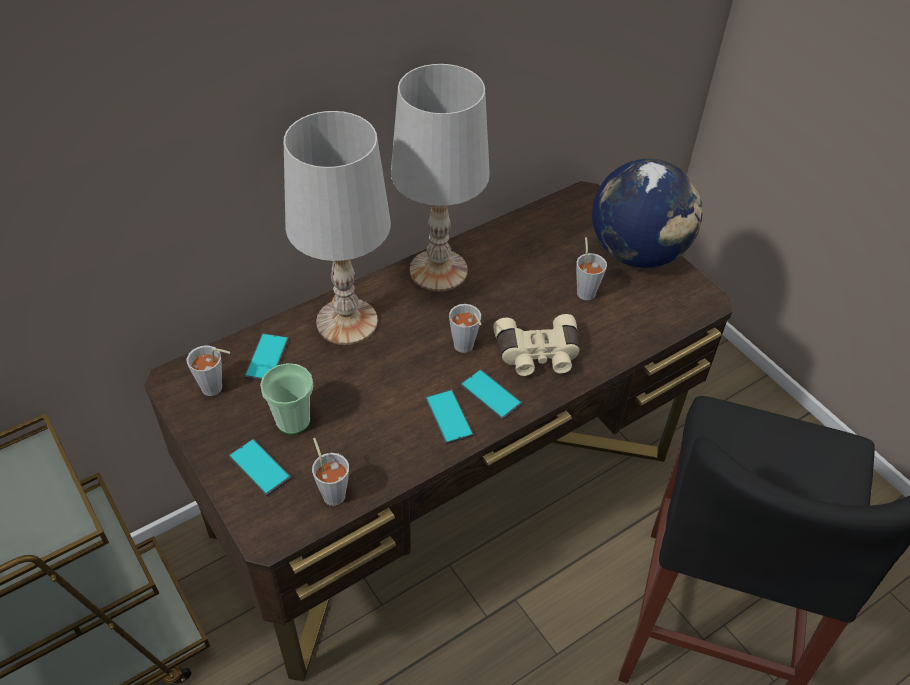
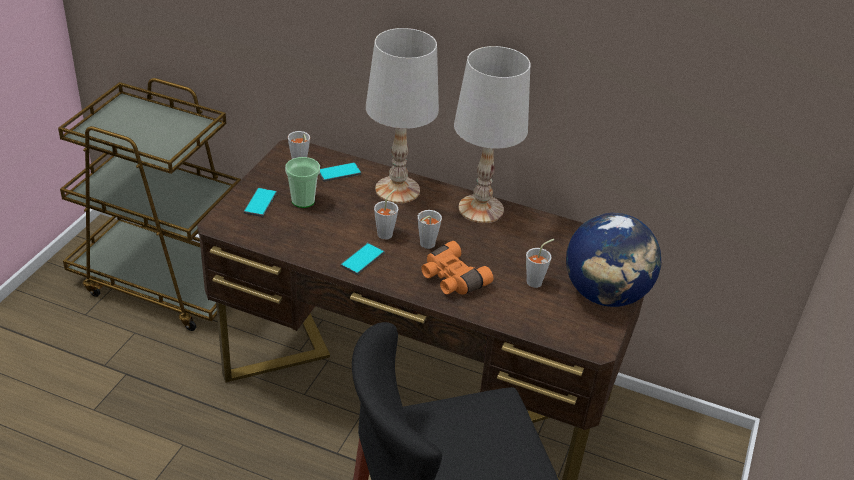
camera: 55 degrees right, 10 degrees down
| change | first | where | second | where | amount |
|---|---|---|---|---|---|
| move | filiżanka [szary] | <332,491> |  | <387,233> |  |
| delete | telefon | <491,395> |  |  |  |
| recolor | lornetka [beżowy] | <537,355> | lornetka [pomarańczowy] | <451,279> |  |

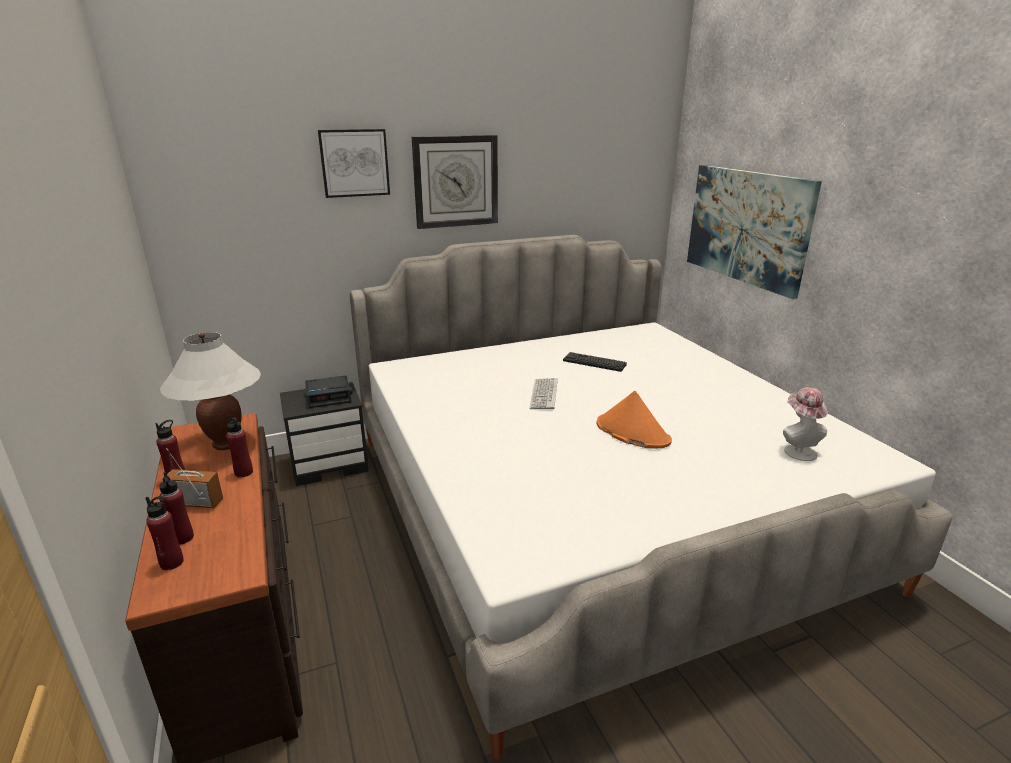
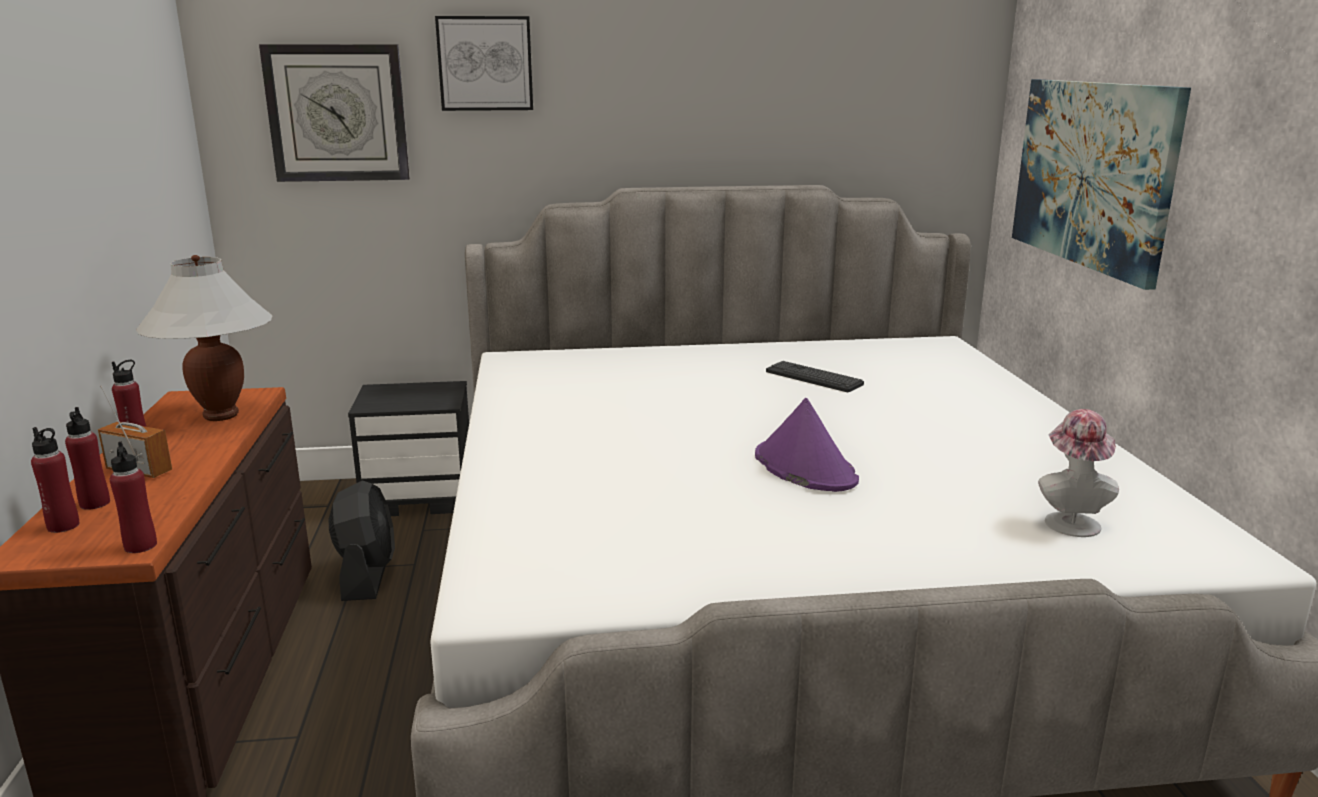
camera: 15 degrees right, 5 degrees down
| change | first | where | second | where | amount |
|---|---|---|---|---|---|
| move | butelka [czerwony] | <244,472> |  | <140,546> |  |
| delete | budzik | <329,396> |  |  |  |
| move | zegar ścienny | <456,181> |  | <337,113> |  |
| delete | klawiatura | <544,394> |  |  |  |
| recolor | kapelusz [pomarańczowy] | <632,432> | kapelusz [fioletowy] | <804,468> |  |
| insert |  |  | wentylator [czarny] | <367,575> |  |

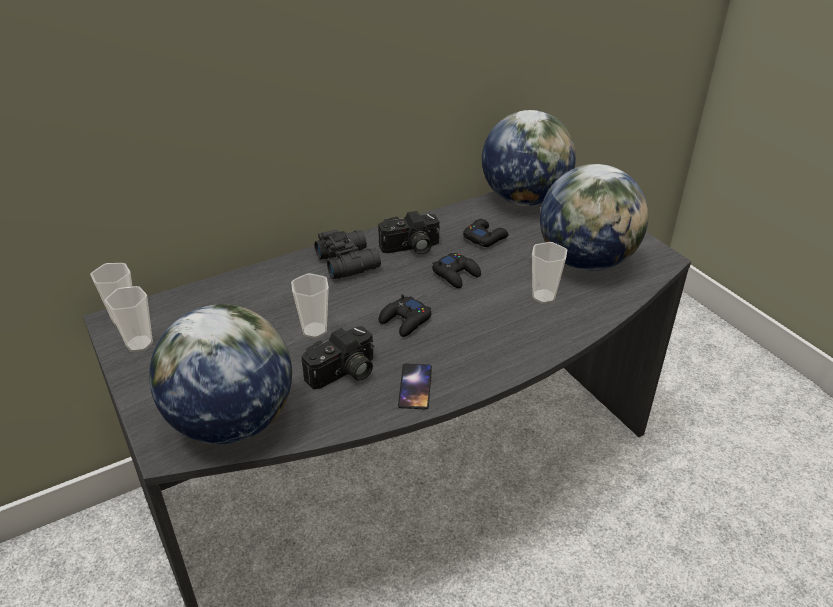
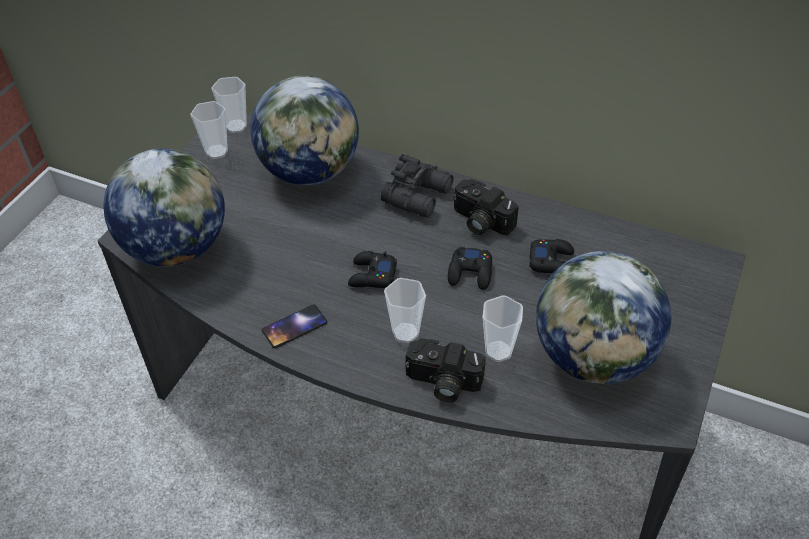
camera: 55 degrees right, 10 degrees up
| change | first | where | second | where | amount |
|---|---|---|---|---|---|
| move | filiżanka | <314,330> |  | <405,333> |  |
| move | aparat fotograficzny | <344,373> |  | <442,383> |  |
| move | globus | <524,199> |  | <310,171> |  |

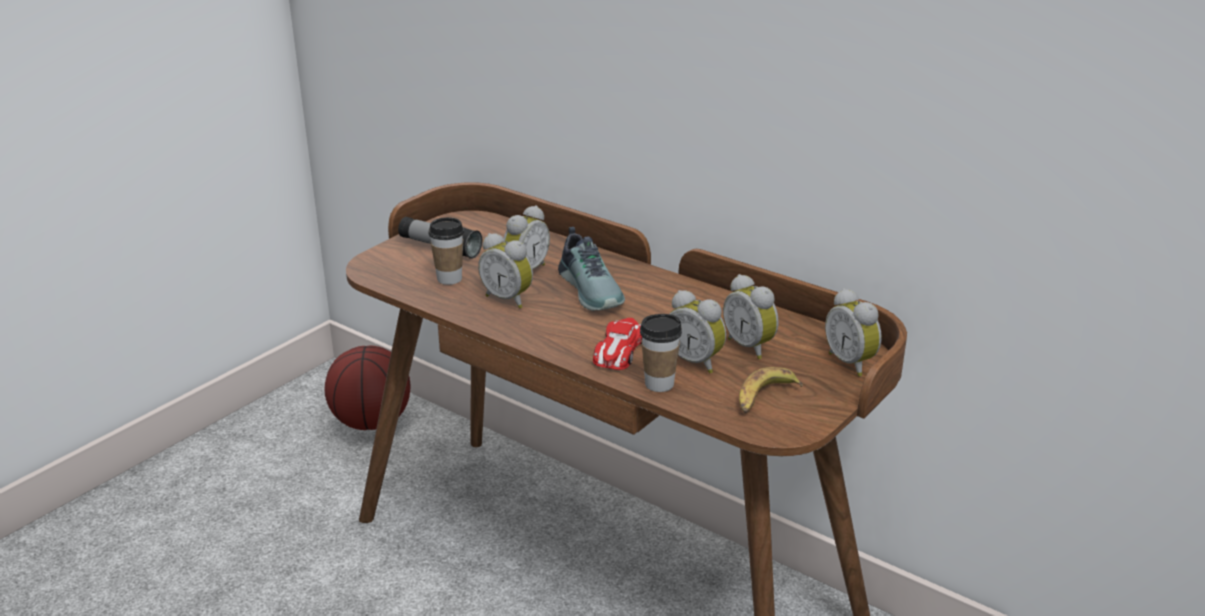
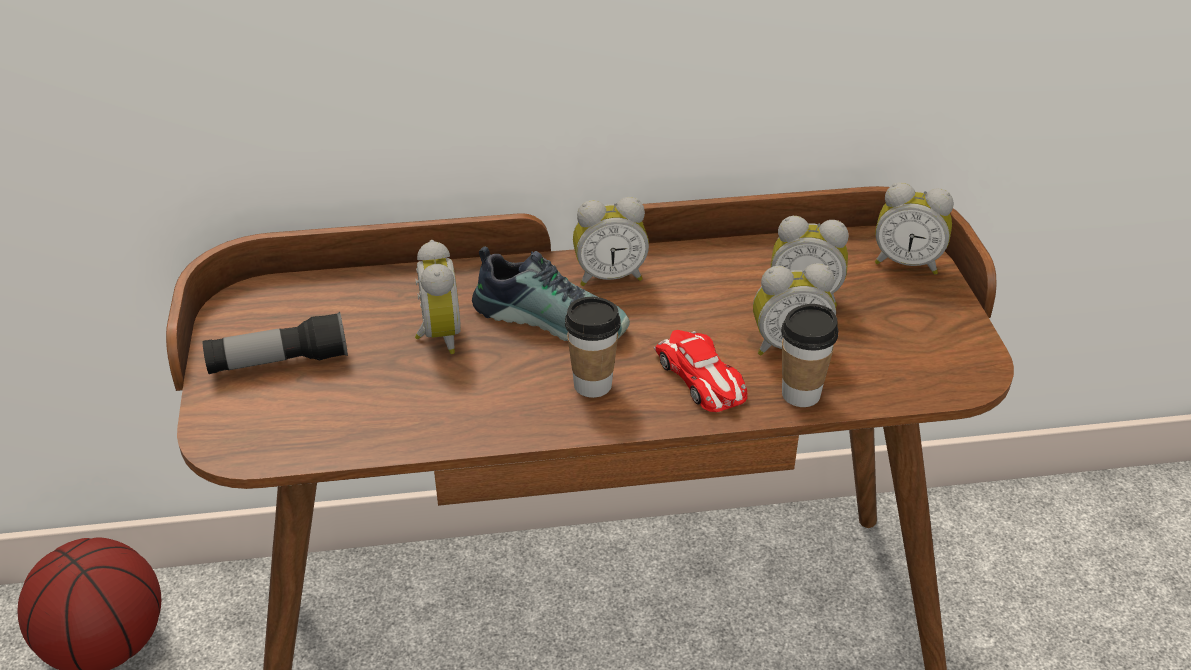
camera: 45 degrees left, 10 degrees up
| change | first | where | second | where | amount |
|---|---|---|---|---|---|
| move | filiżanka | <449,279> |  | <592,385> |  |
| move | budzik | <509,299> |  | <609,276> |  |
| delete | banan | <764,398> |  |  |  |

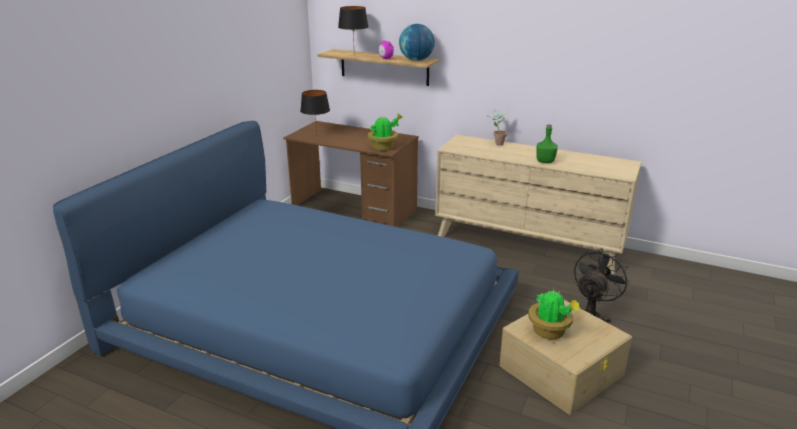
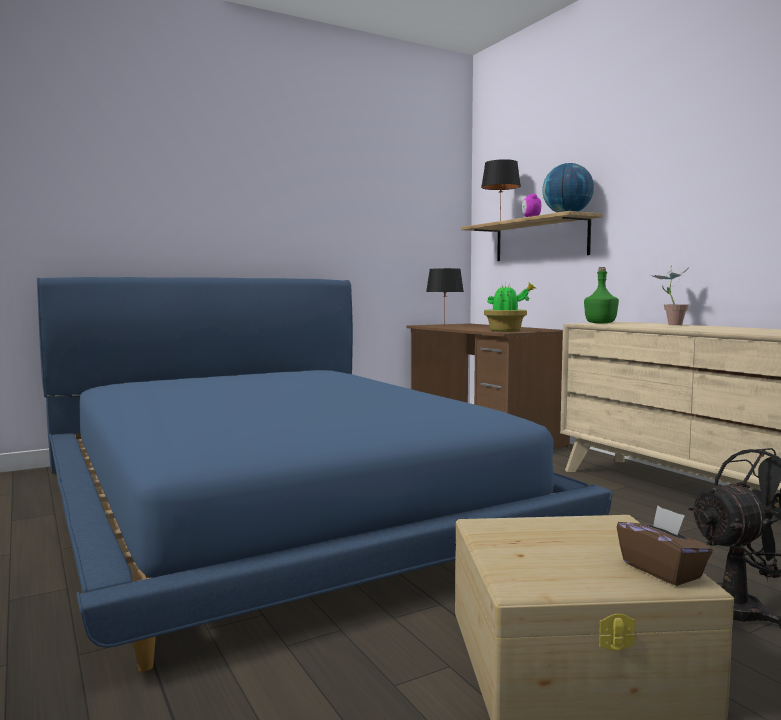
camera: 35 degrees right, 20 degrees down
| change | first | where | second | where | amount |
|---|---|---|---|---|---|
| delete | roślina doniczkowa | <550,332> |  |  |  |
| move | butelka [zielony] | <545,161> |  | <600,323> |  |
| insert |  |  | pudełko chusteczek [brązowy] | <662,570> |  |

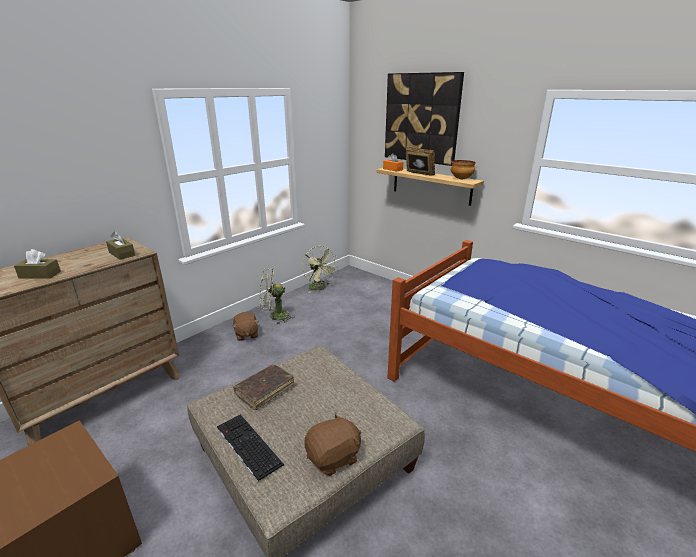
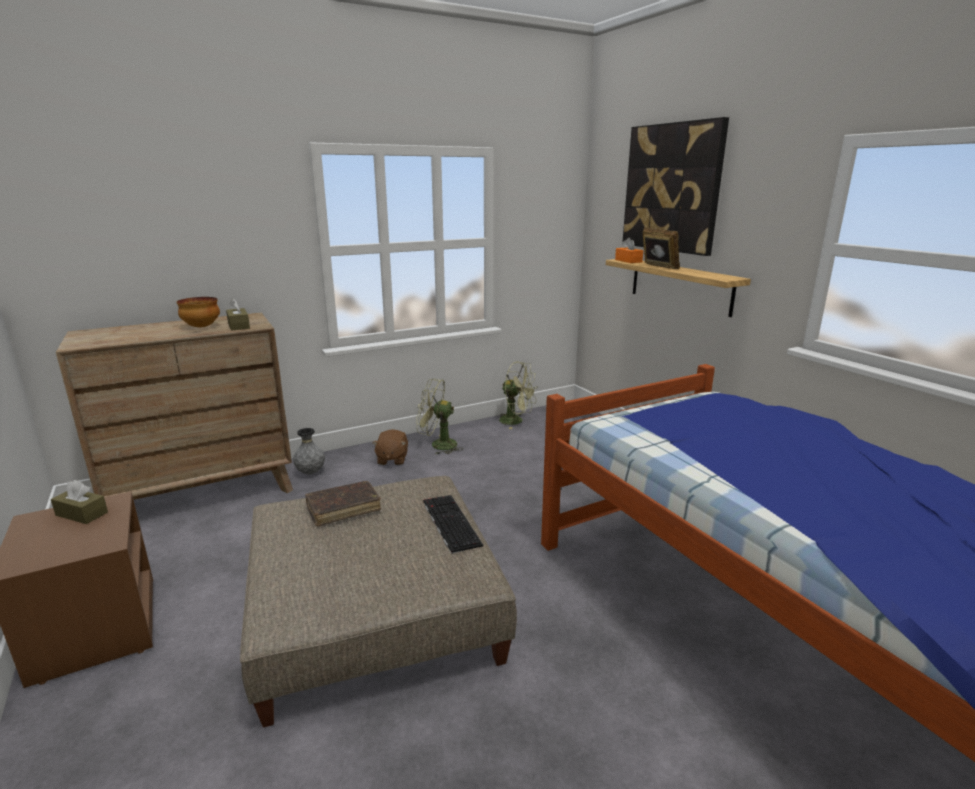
camera: 20 degrees right, 5 degrees down
| change | first | where | second | where | amount |
|---|---|---|---|---|---|
| move | pudełko chusteczek [brązowy] | <40,275> |  | <82,514> |  |
| move | klawiatura | <247,445> |  | <449,522> |  |
| rotate | wentylator [zielony] | <320,288> |  | <516,421> | 45 degrees counterclockwise |
| delete | pluszak [brązowy] | <334,457> |  |  |  |
| move | miska | <461,179> |  | <201,327> |  |
| insert |  |  | wazon [szary] | <310,473> |  |

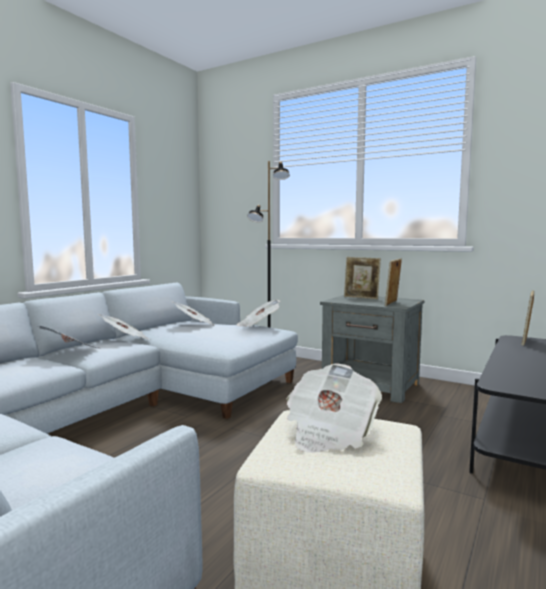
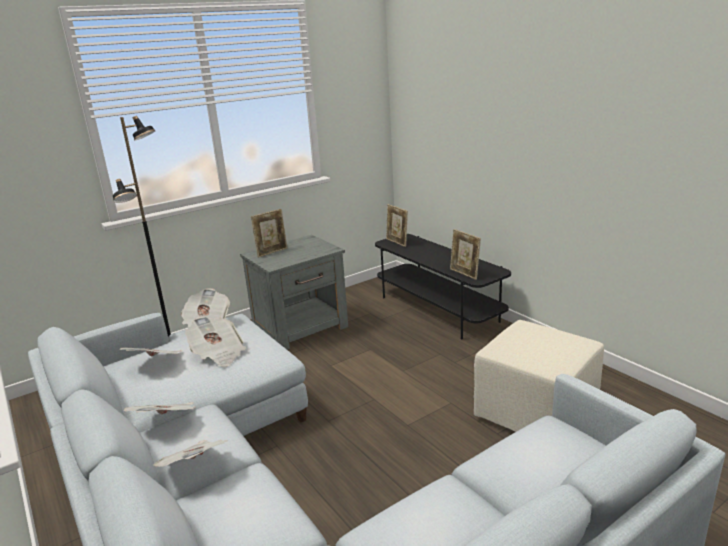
camera: 65 degrees left, 15 degrees up
| change | first | where | second | where | amount |
|---|---|---|---|---|---|
| move | gazeta | <329,432> |  | <218,354> |  |
| move | ramka na zdjęcie | <392,303> |  | <464,274> |  |

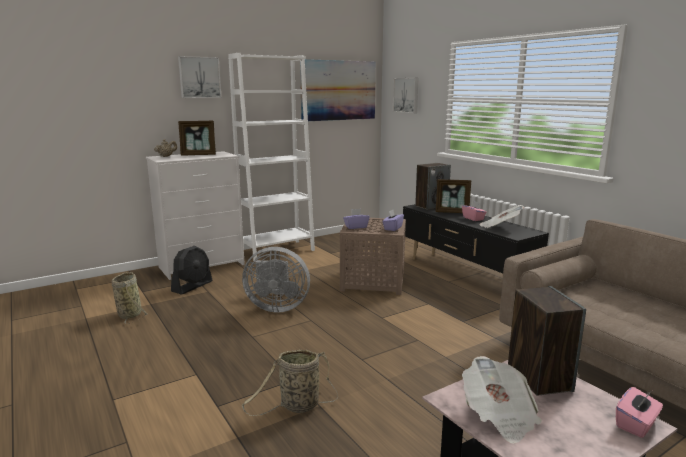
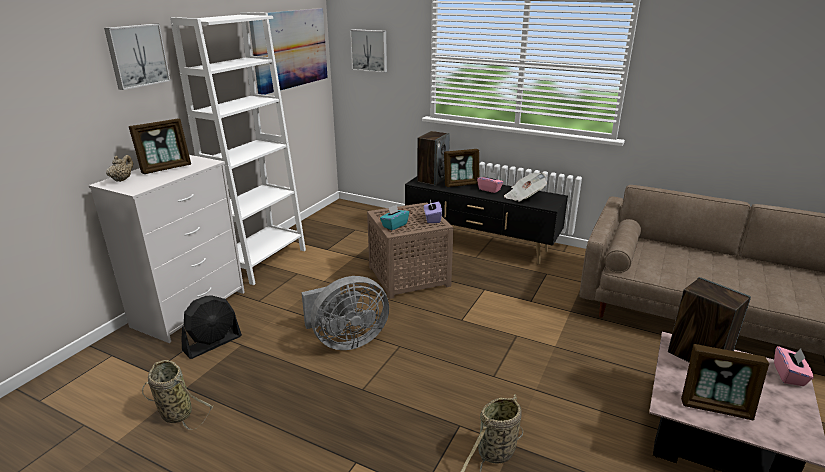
camera: 30 degrees left, 10 degrees up
| change | first | where | second | where | amount |
|---|---|---|---|---|---|
| rotate | wentylator [czarny] | <192,286> |  | <213,343> | 45 degrees clockwise |
| recolor | pudełko chusteczek [fioletowy] | <356,227> | pudełko chusteczek [turkusowy] | <394,225> |  |
| replace | gazeta | <499,416> | ramka na zdjęcie | <715,407> |  |

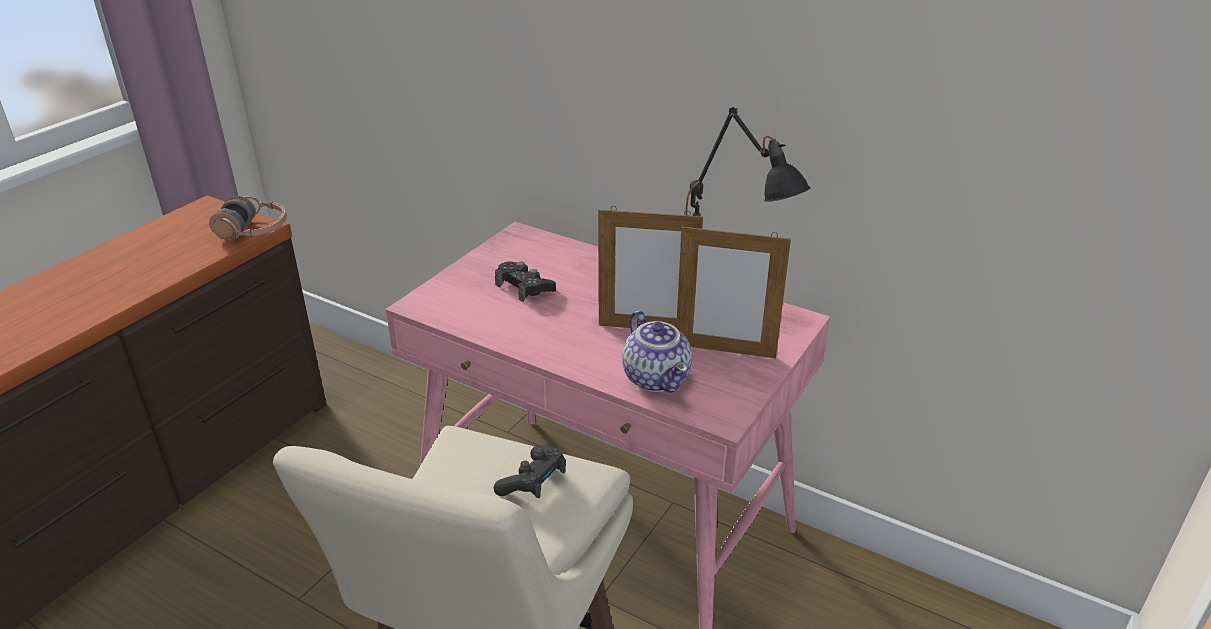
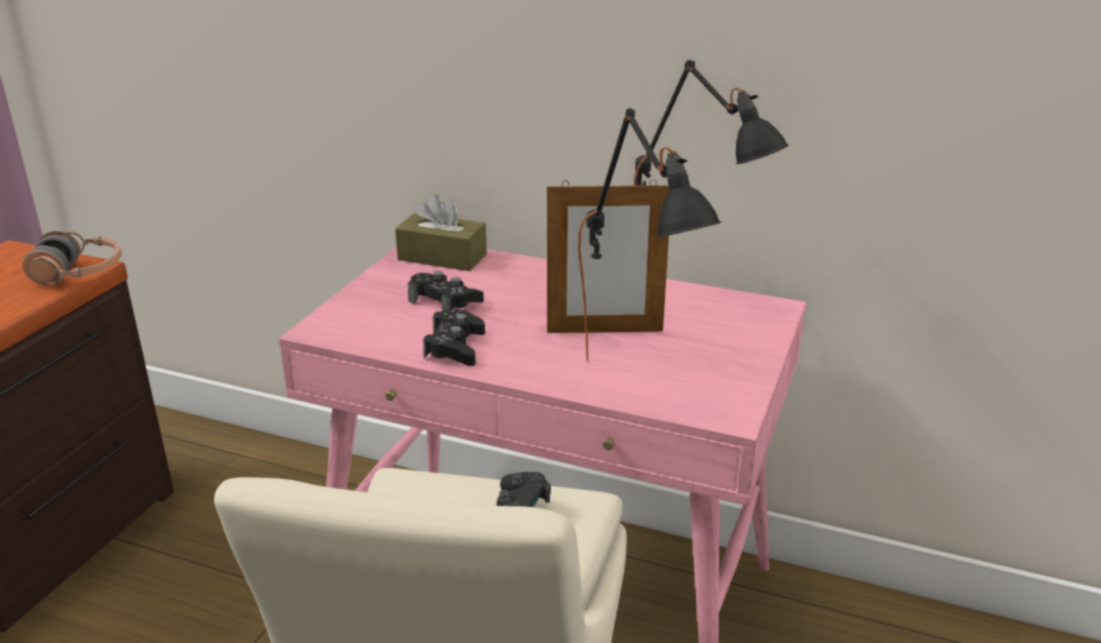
camera: 10 degrees left, 5 degrees down
| change | first | where | second | where | amount |
|---|---|---|---|---|---|
| replace | imbryk | <658,379> | lampa stołowa [czarny] | <638,382> |  |
| delete | ramka na zdjęcie | <725,351> |  |  |  |
| insert |  |  | pudełko chusteczek [brązowy] | <442,257> |  |
| insert |  |  | pad do gier [czarny] | <454,347> |  |

